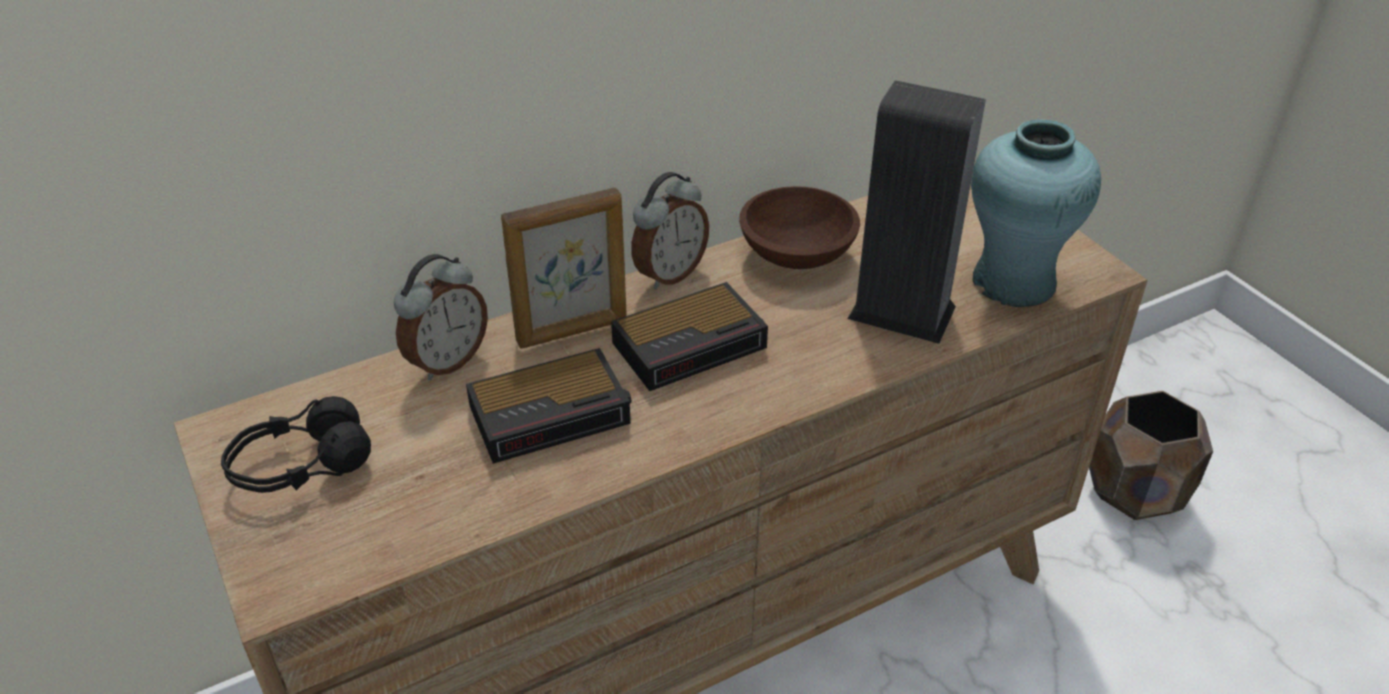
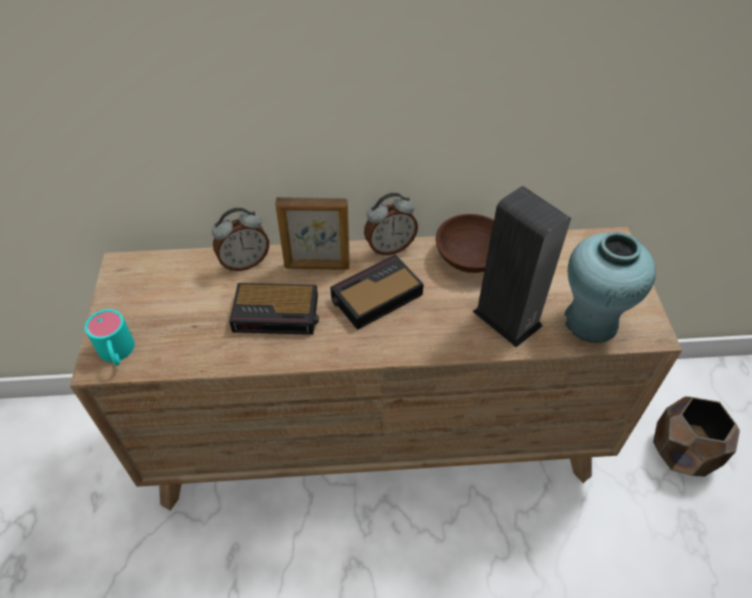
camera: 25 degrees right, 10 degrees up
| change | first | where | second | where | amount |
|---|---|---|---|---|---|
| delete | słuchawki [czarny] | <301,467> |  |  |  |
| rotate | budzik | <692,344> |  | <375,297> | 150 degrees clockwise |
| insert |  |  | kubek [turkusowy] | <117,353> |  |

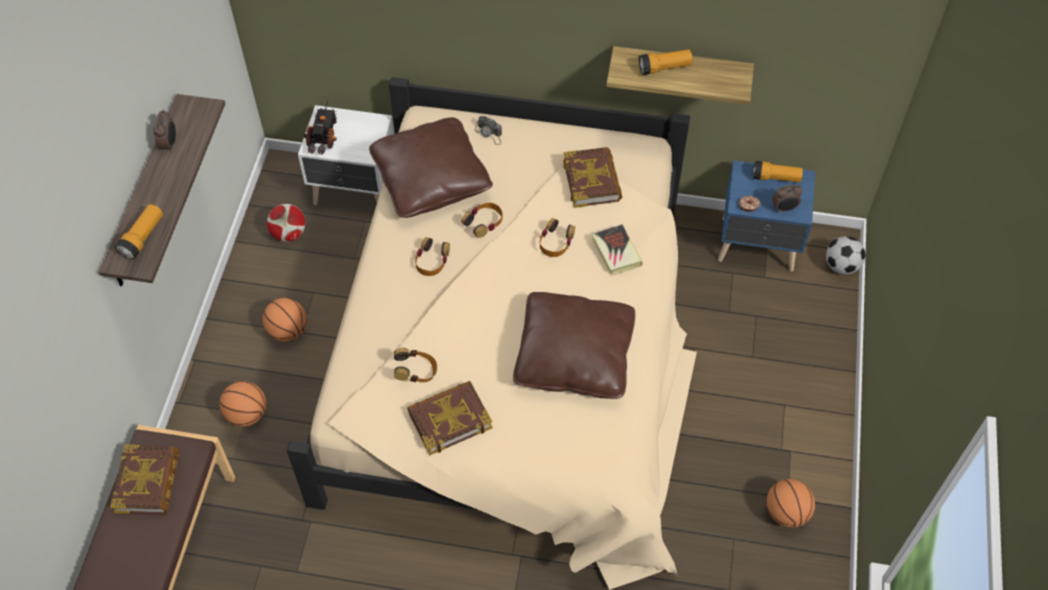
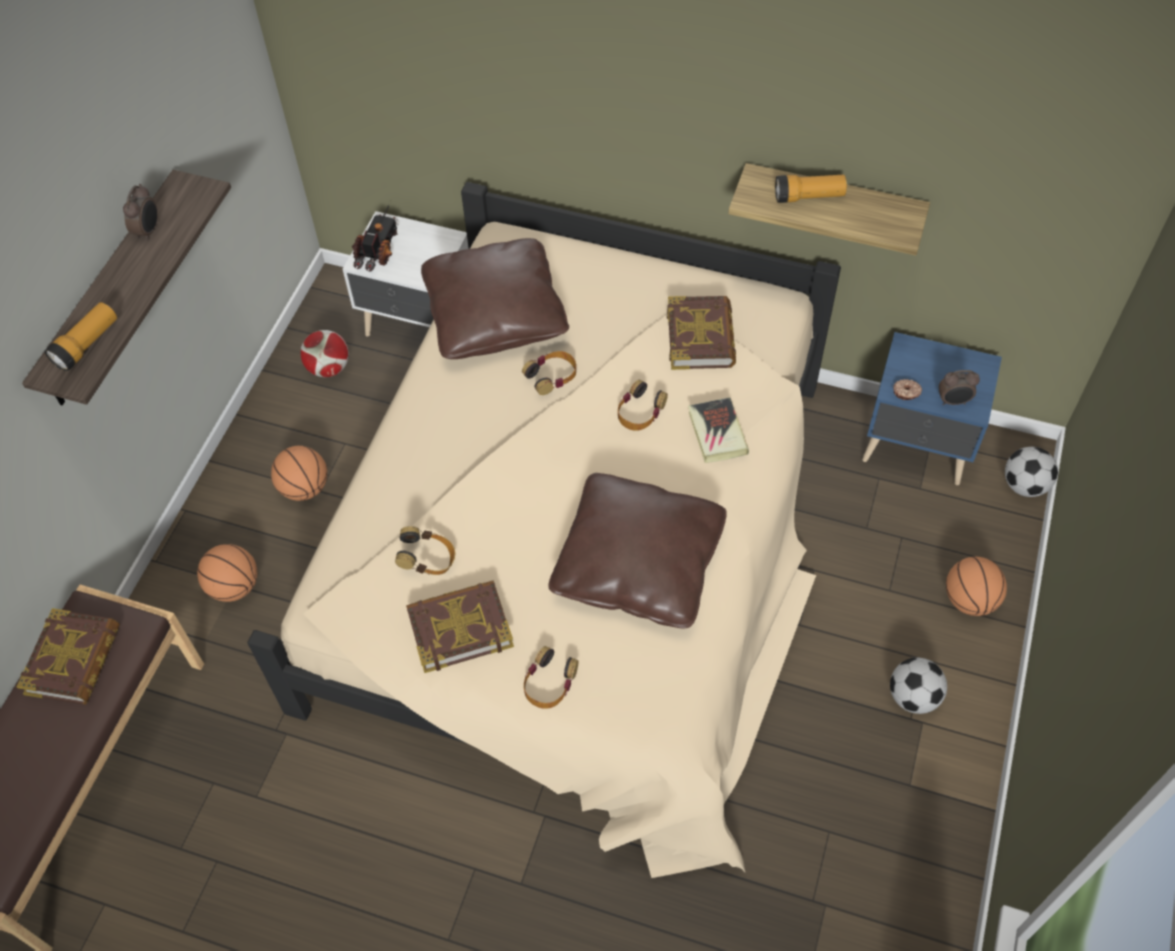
camera: 10 degrees right, 0 degrees up
| change | first | where | second | where | amount |
|---|---|---|---|---|---|
| move | słuchawki | <432,260> |  | <549,682> |  |
| delete | aparat fotograficzny | <489,134> |  |  |  |
| delete | latarka | <776,178> |  |  |  |
| move | piłka do koszykówki | <786,513> |  | <969,600> |  |
| insert |  |  | piłka futbolowa | <913,697> |  |

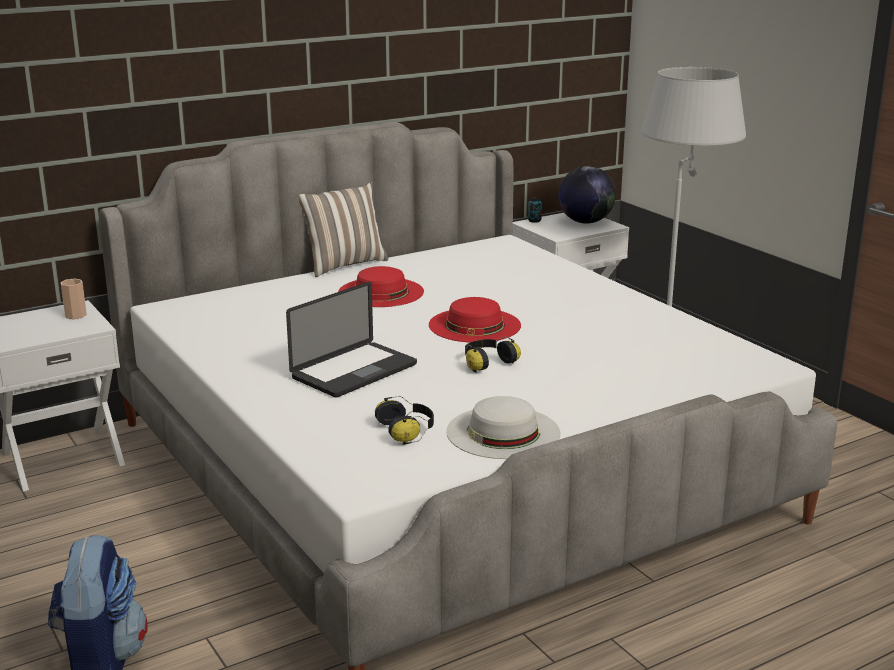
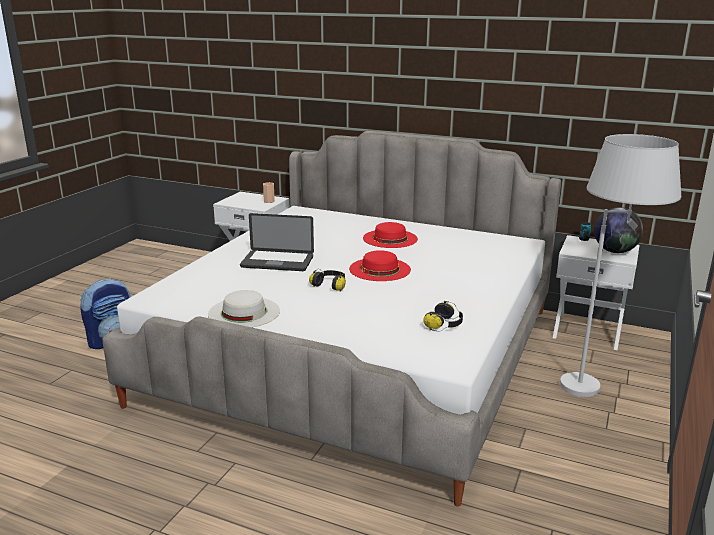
camera: 55 degrees right, 0 degrees up
| change | first | where | second | where | amount |
|---|---|---|---|---|---|
| delete | poduszka | <343,264> |  |  |  |
| move | słuchawki | <407,431> |  | <444,325> |  |

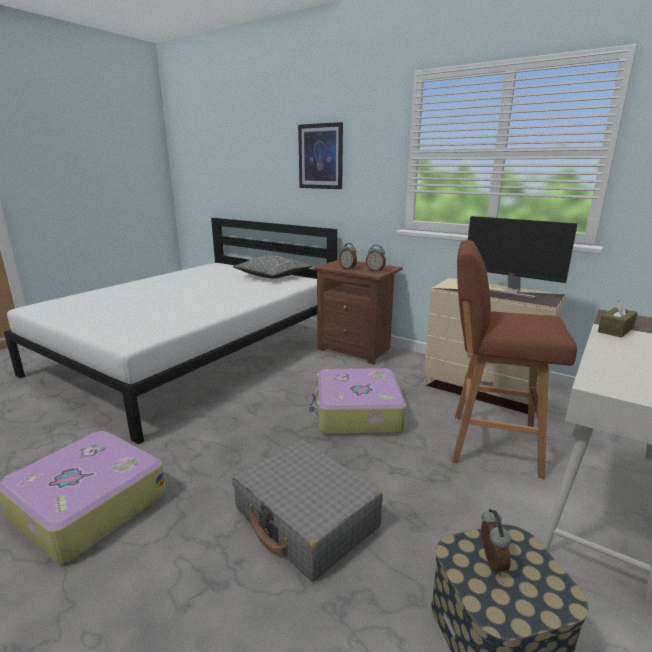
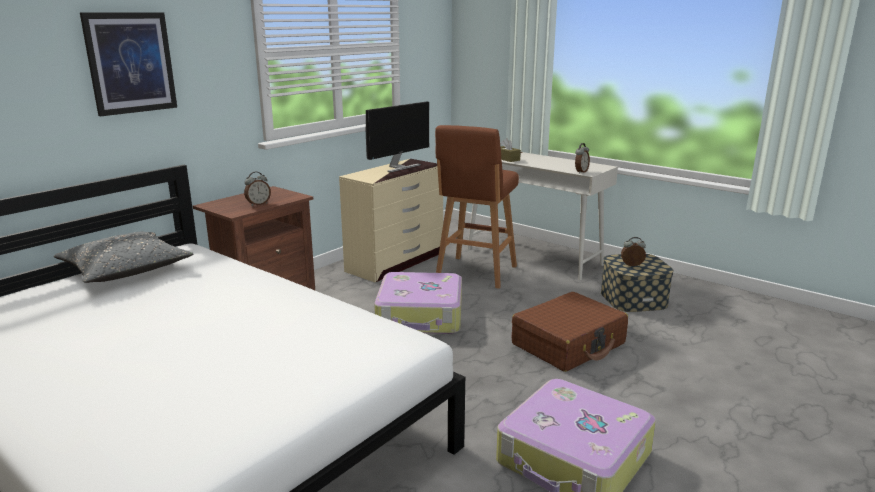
camera: 85 degrees left, 0 degrees up
| change | first | where | second | where | amount |
|---|---|---|---|---|---|
| recolor | walizka [szary] | <306,519> | walizka [brązowy] | <568,344> |  |
| move | budzik | <375,270> |  | <580,172> |  |

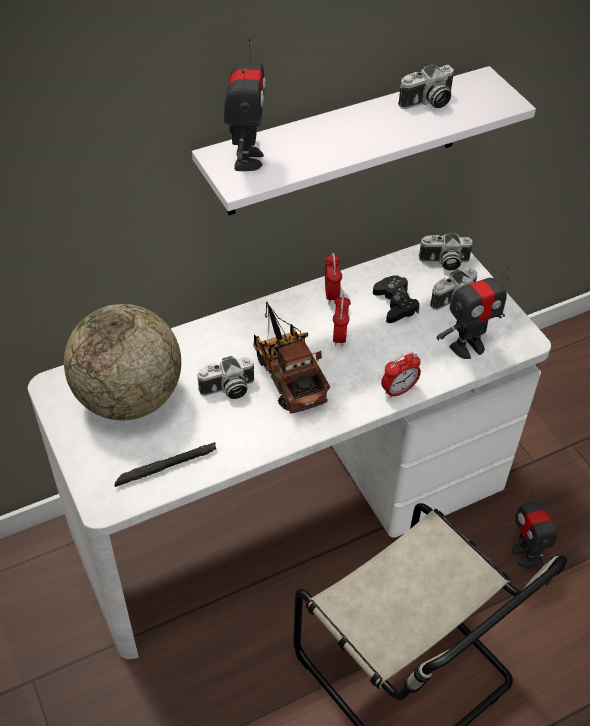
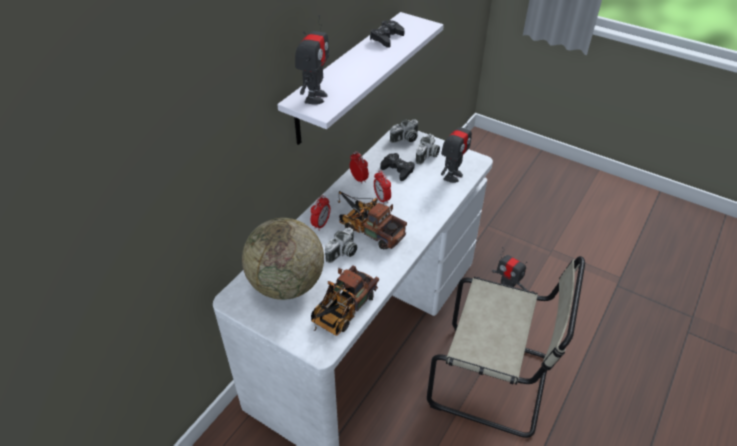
camera: 30 degrees left, 5 degrees down
| change | first | where | second | where | amount |
|---|---|---|---|---|---|
| replace | latarka [czarny] | <166,467> | ciężarówka zabawkowa | <342,312> |  |
| rotate | robot zabawkowy | <246,159> |  | <315,97> | 45 degrees clockwise |
| move | budzik | <398,390> |  | <321,224> |  |
| replace | aparat fotograficzny | <427,103> | pad do gier [czarny] | <386,38> |  |

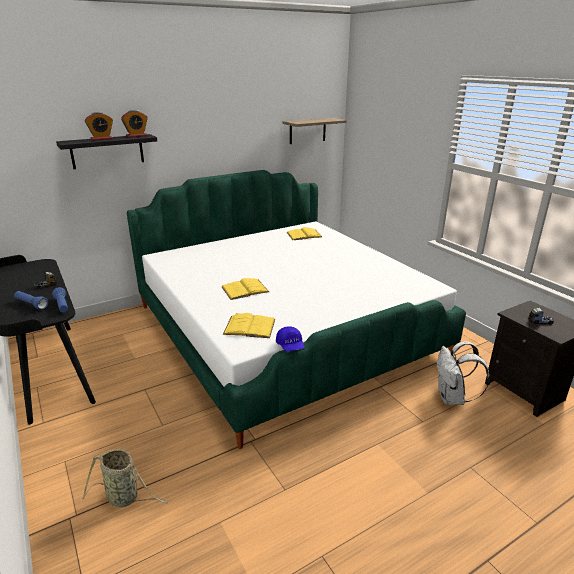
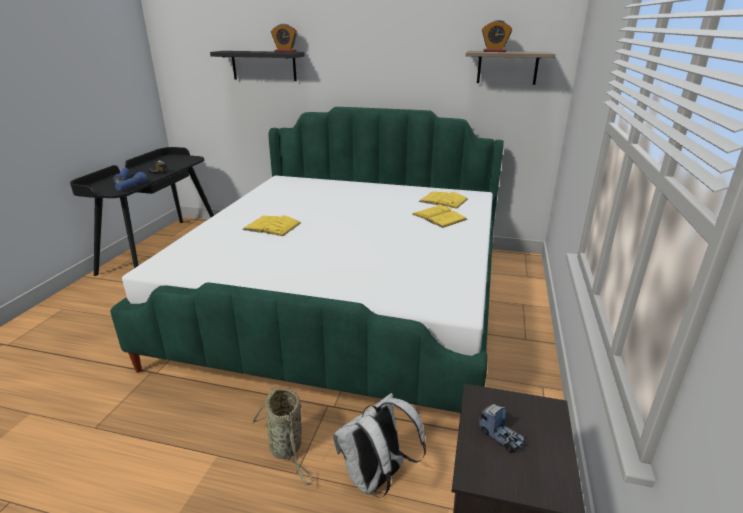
camera: 45 degrees right, 0 degrees up
| change | first | where | second | where | amount |
|---|---|---|---|---|---|
| move | koszyk | <125,497> |  | <287,448> |  |
| move | budzik | <102,139> |  | <494,51> |  |
| move | książka [żółty] | <249,327> |  | <439,217> |  |
| delete | czapka z daszkiem [niebieski] | <290,346> |  |  |  |

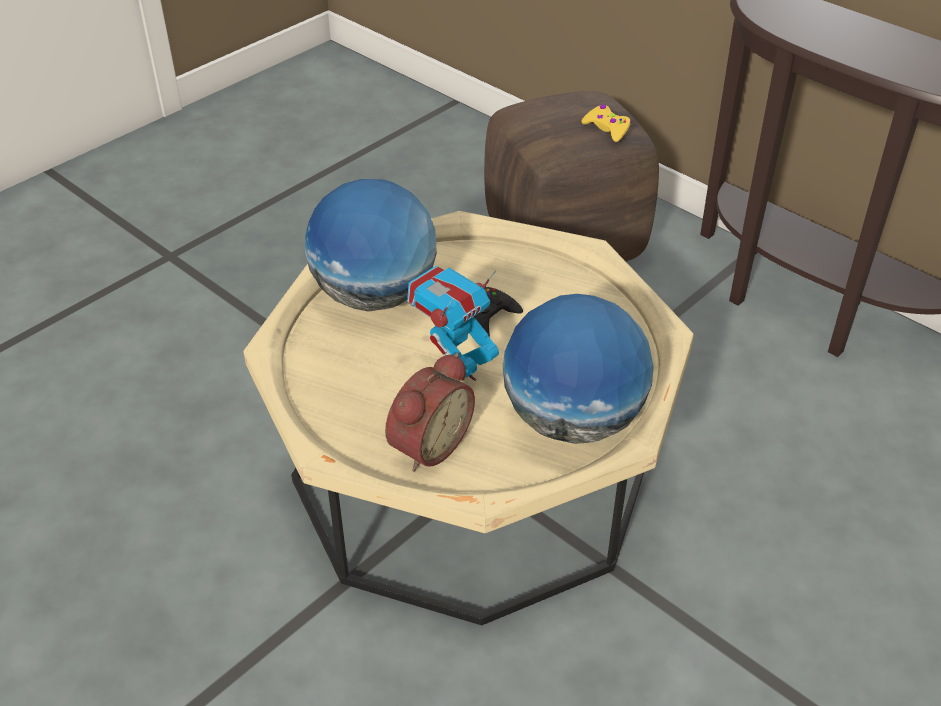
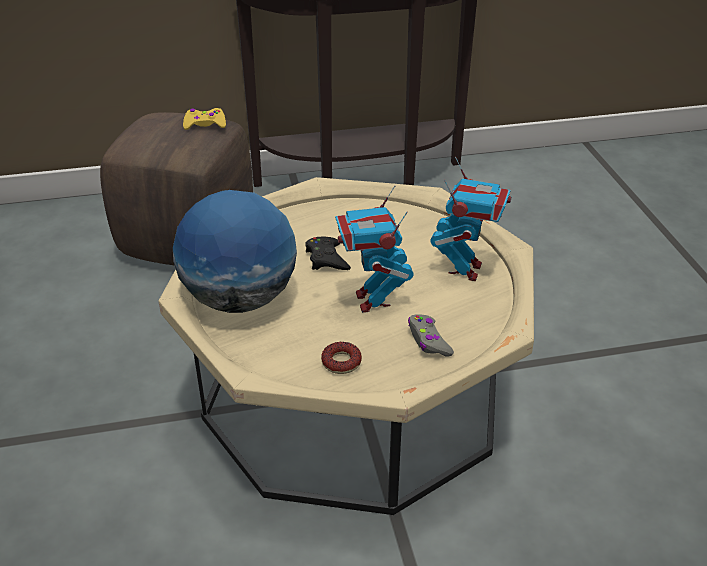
camera: 55 degrees left, 5 degrees down
| change | first | where | second | where | amount |
|---|---|---|---|---|---|
| replace | budzik | <427,444> | pad do gier [szary] | <428,341> |  |
| replace | globus | <573,421> | robot zabawkowy | <465,269> |  |
| insert |  |  | donut | <341,362> |  |

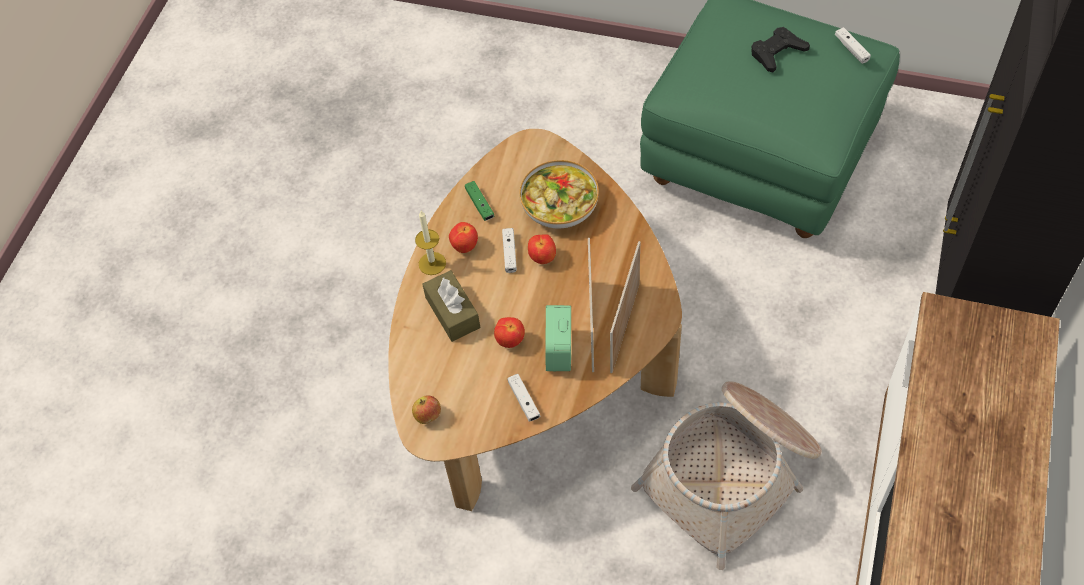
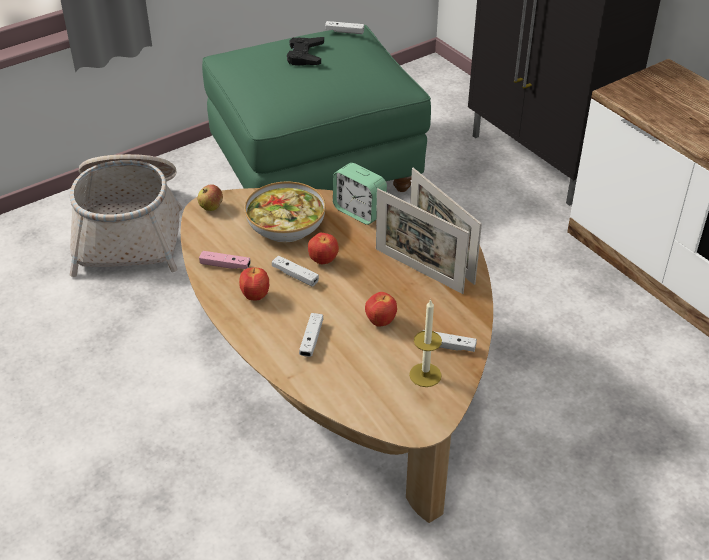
camera: 55 degrees left, 15 degrees down
| change | first | where | second | where | amount |
|---|---|---|---|---|---|
| move | jabłko | <428,416> |  | <211,207> |  |
| move | świeca | <432,263> |  | <425,375> |  |
| replace | pudełko chusteczek [brązowy] | <452,312> | pad do gier [biały] | <311,340> |  |
| recolor | pad do gier [zielony] | <480,204> | pad do gier [różowy] | <225,265> |  |
| move | budzik | <559,351> |  | <359,212> |  |
| move | koszyk | <732,475> |  | <130,229> |  |

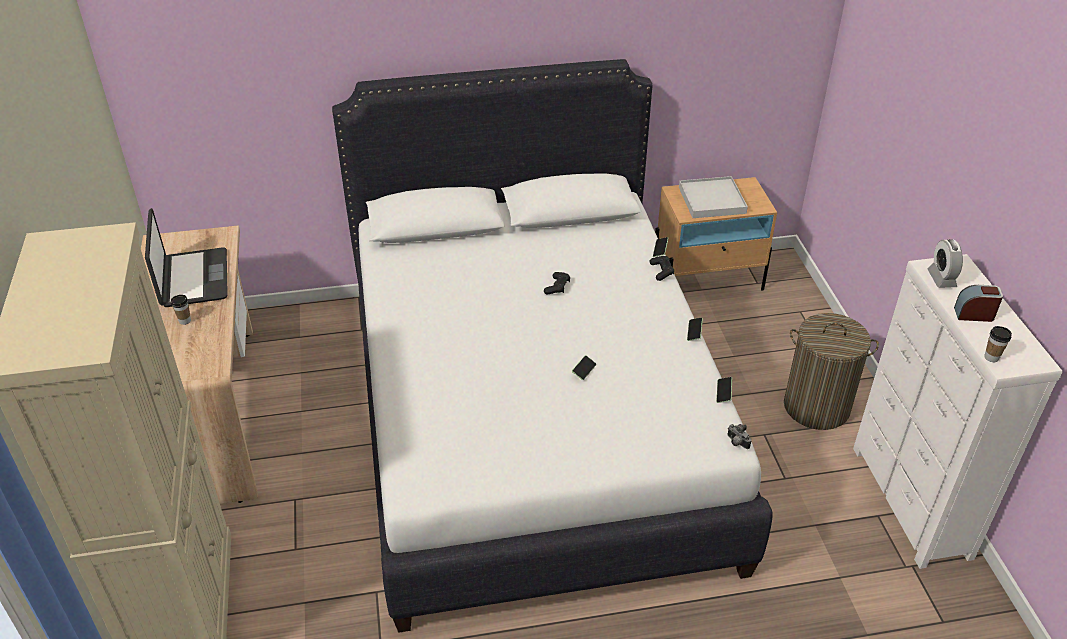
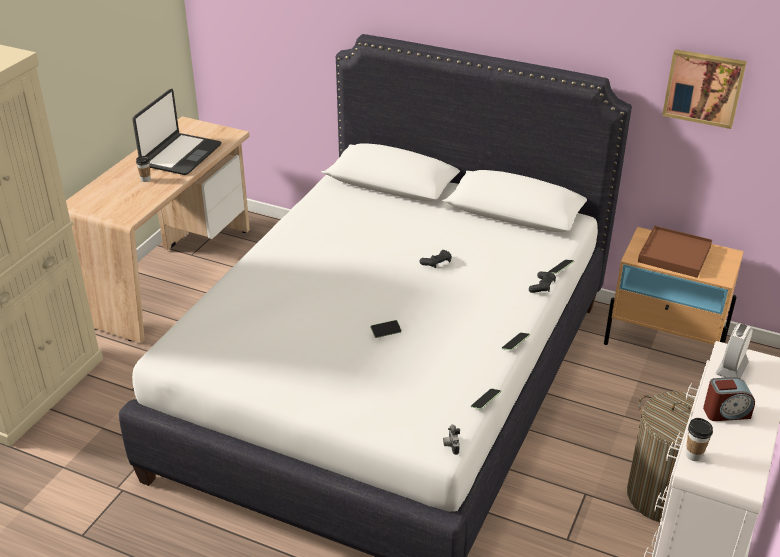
camera: 35 degrees right, 5 degrees down
| change | first | where | second | where | amount |
|---|---|---|---|---|---|
| recolor | taca [biały] | <712,200> | taca [brązowy] | <674,254> |  |
| rotate | budzik | <974,314> |  | <726,412> | 135 degrees clockwise |
| insert |  |  | obraz | <704,87> |  |

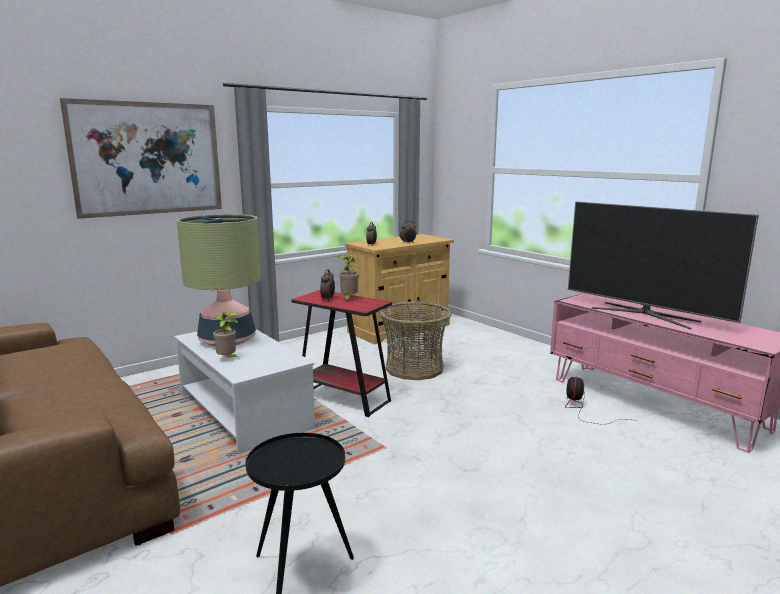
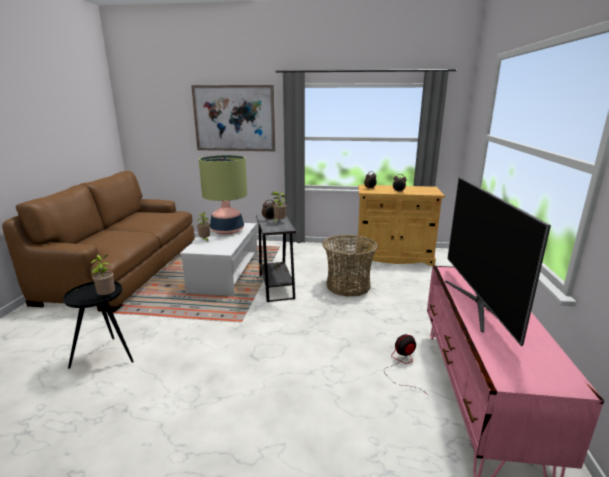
camera: 45 degrees right, 5 degrees up
| change | first | where | second | where | amount |
|---|---|---|---|---|---|
| recolor | stolik [czerwony] | <343,398> | stolik [szary] | <276,286> |  |
| insert |  |  | roślina doniczkowa | <107,297> |  |

